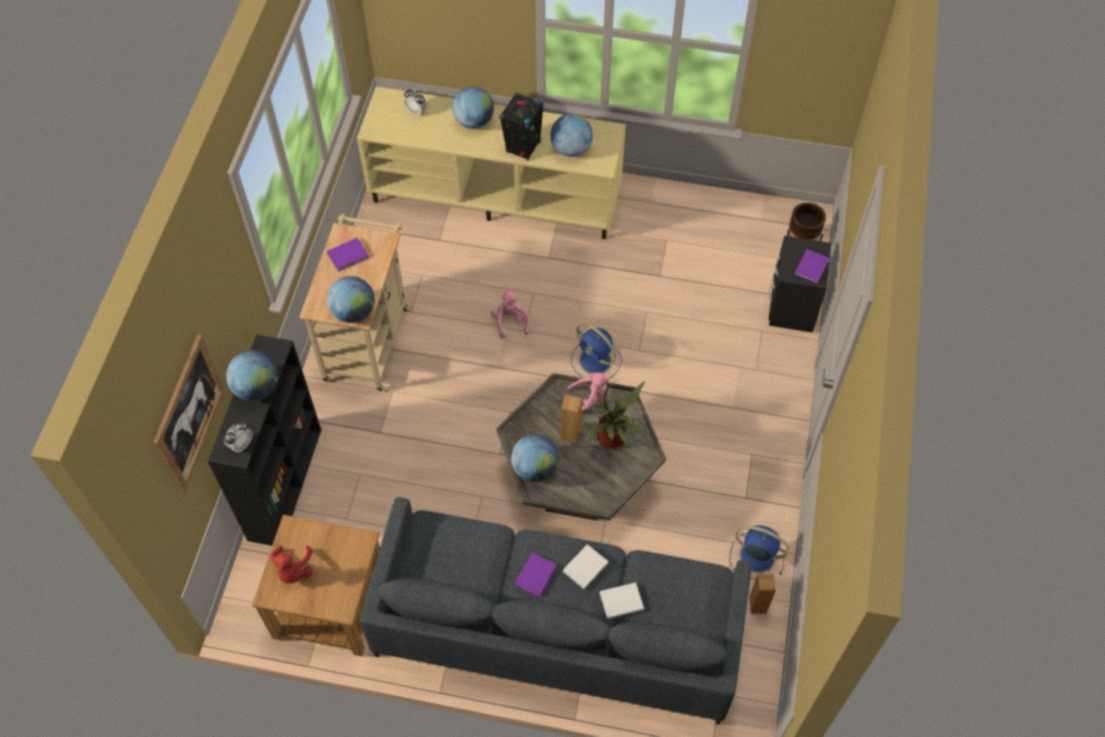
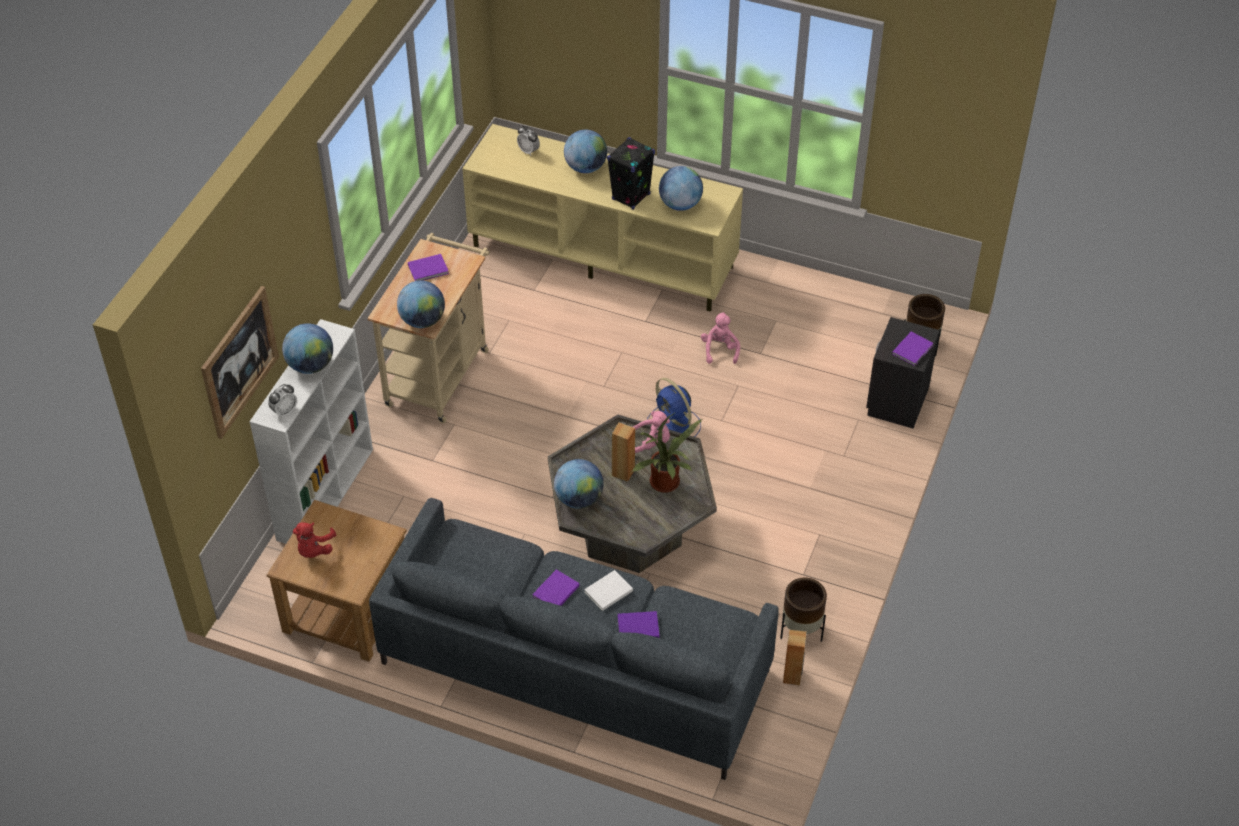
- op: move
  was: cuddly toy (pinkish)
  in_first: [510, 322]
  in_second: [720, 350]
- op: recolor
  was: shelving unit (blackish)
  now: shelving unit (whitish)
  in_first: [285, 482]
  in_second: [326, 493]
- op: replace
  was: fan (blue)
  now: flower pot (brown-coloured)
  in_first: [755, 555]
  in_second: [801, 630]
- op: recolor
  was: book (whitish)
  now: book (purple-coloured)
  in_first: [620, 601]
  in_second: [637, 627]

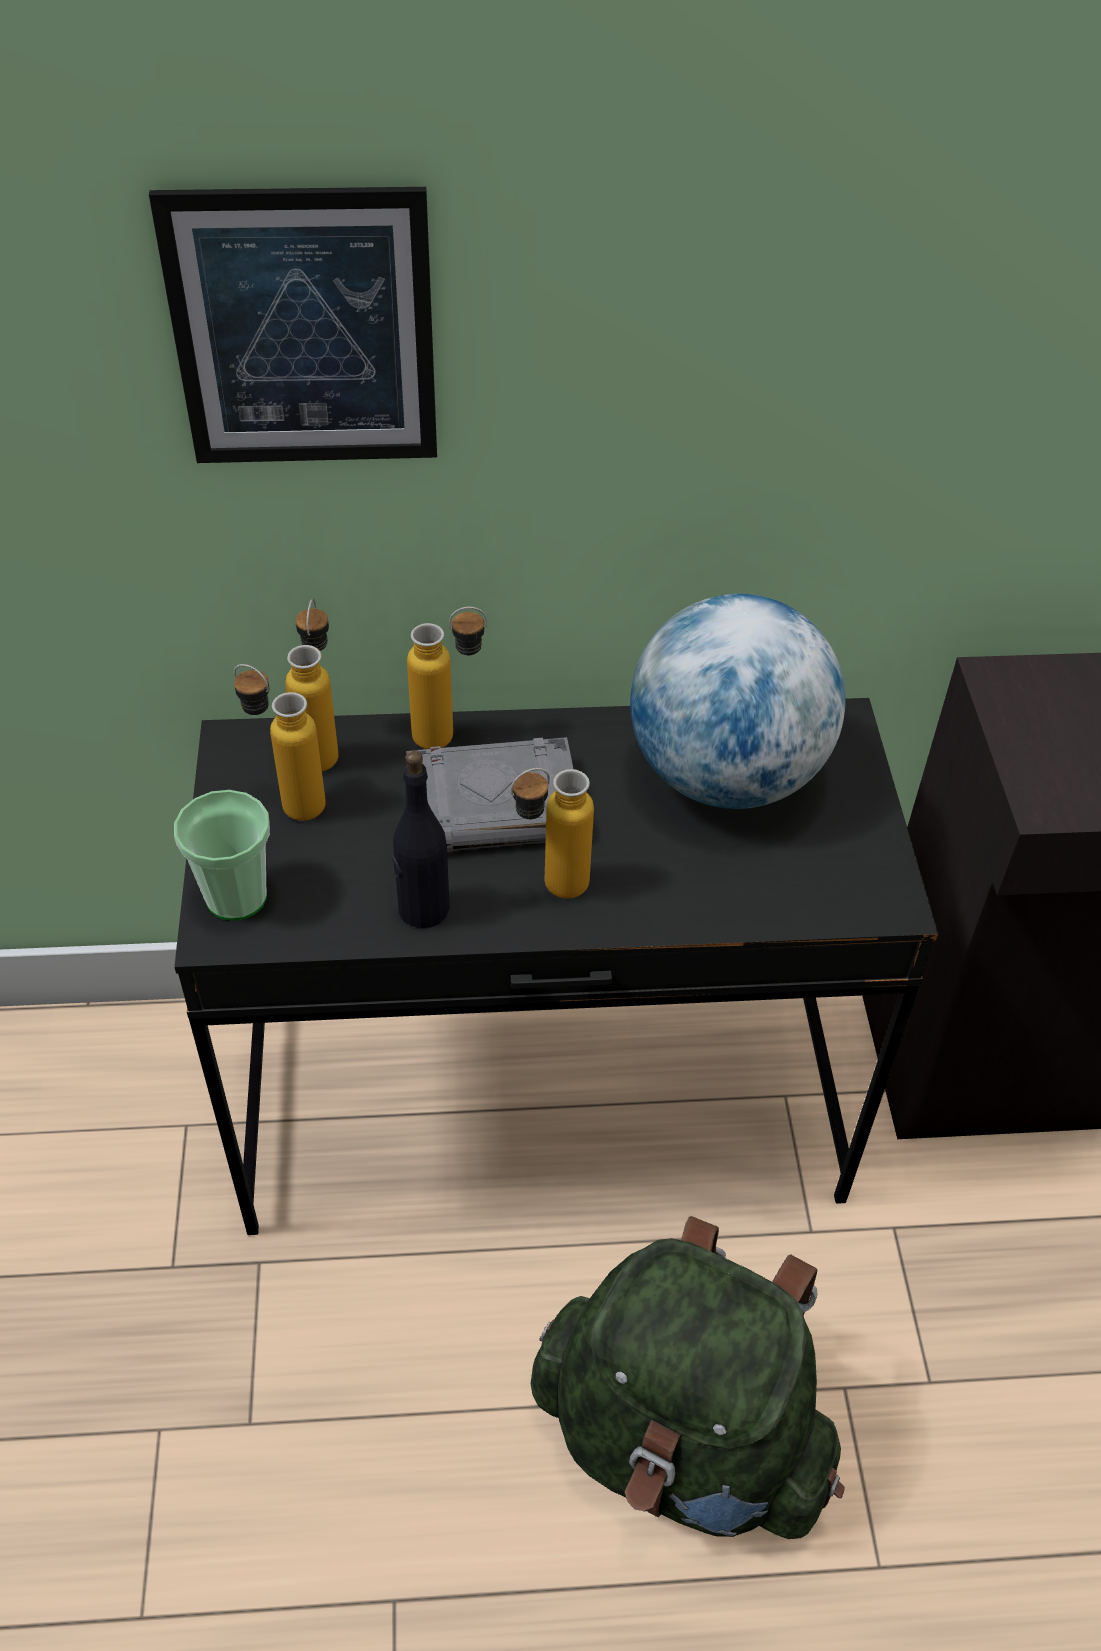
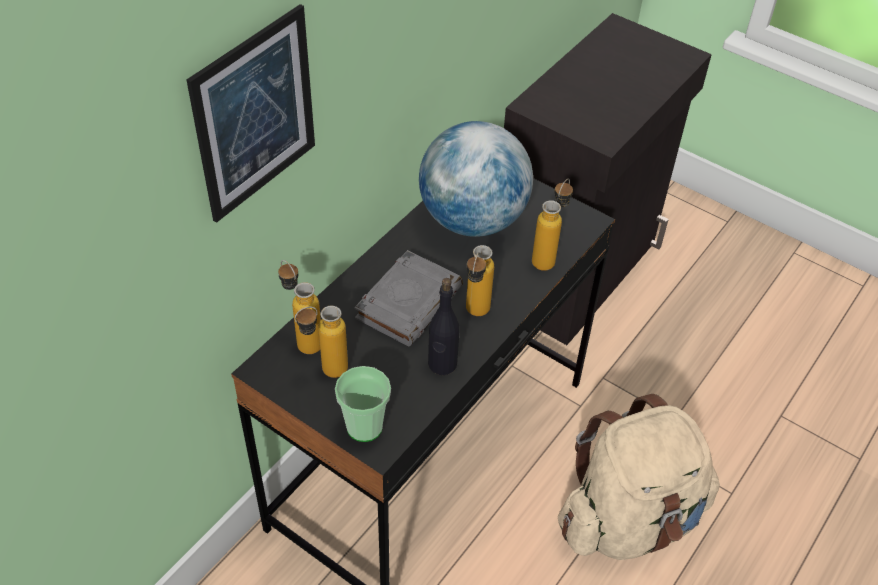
- op: move
  was: bottle
  in_first: [450, 736]
  in_second: [548, 257]
- op: recolor
  was: knapsack (green-coloured)
  now: knapsack (beige-coloured)
  in_first: [681, 1439]
  in_second: [629, 520]

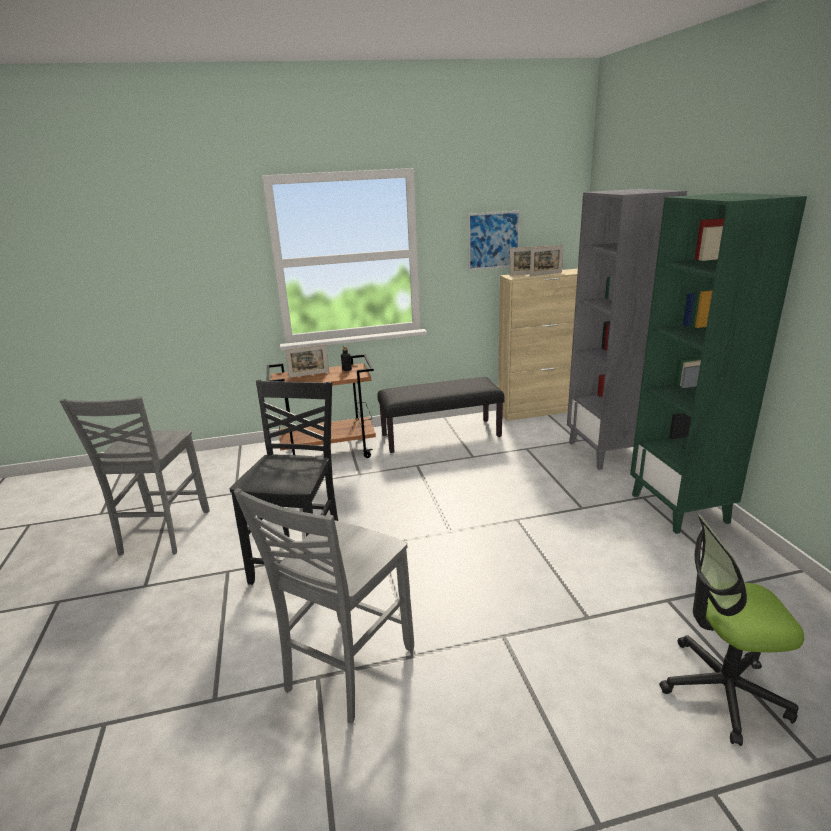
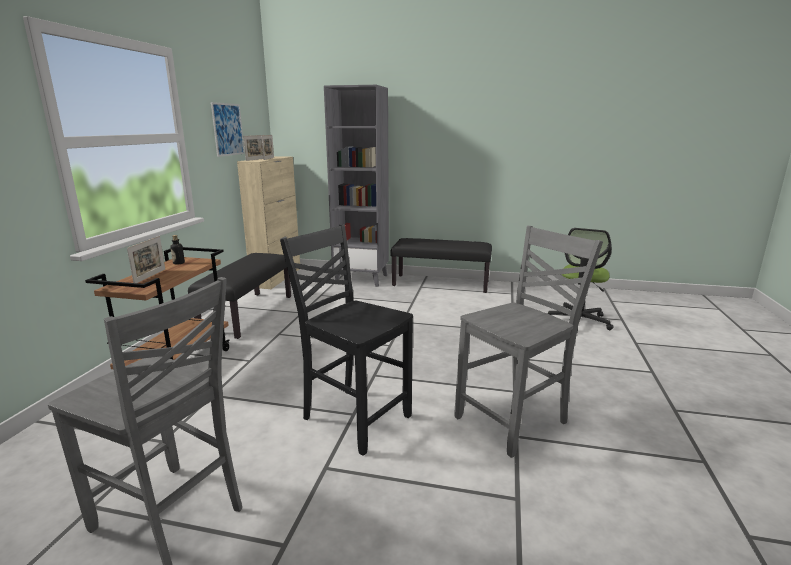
- op: replace
  was: shelving unit (green-coloured)
  now: bench (blackish)
  in_first: [680, 508]
  in_second: [441, 283]
- op: rotate
  was: upright chair (greyish)
  in_first: [346, 669]
  in_second: [514, 421]
  clockwise: -90

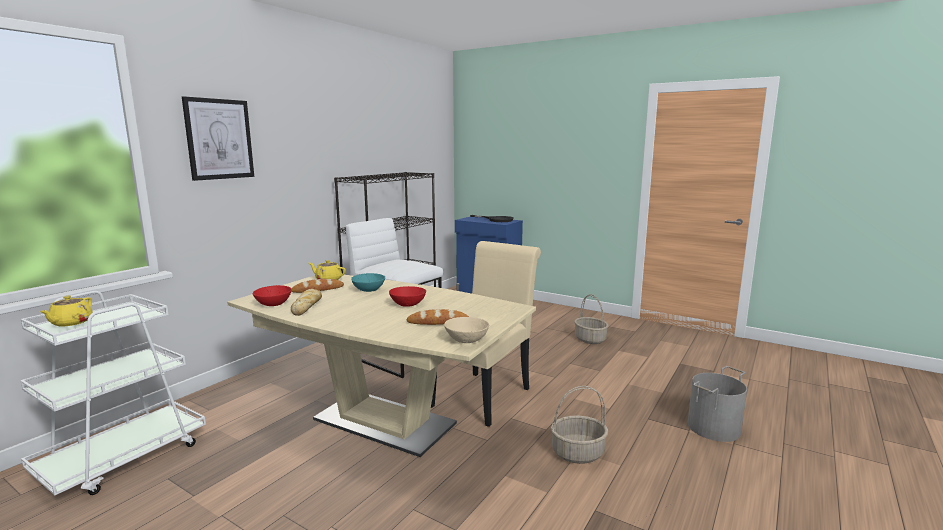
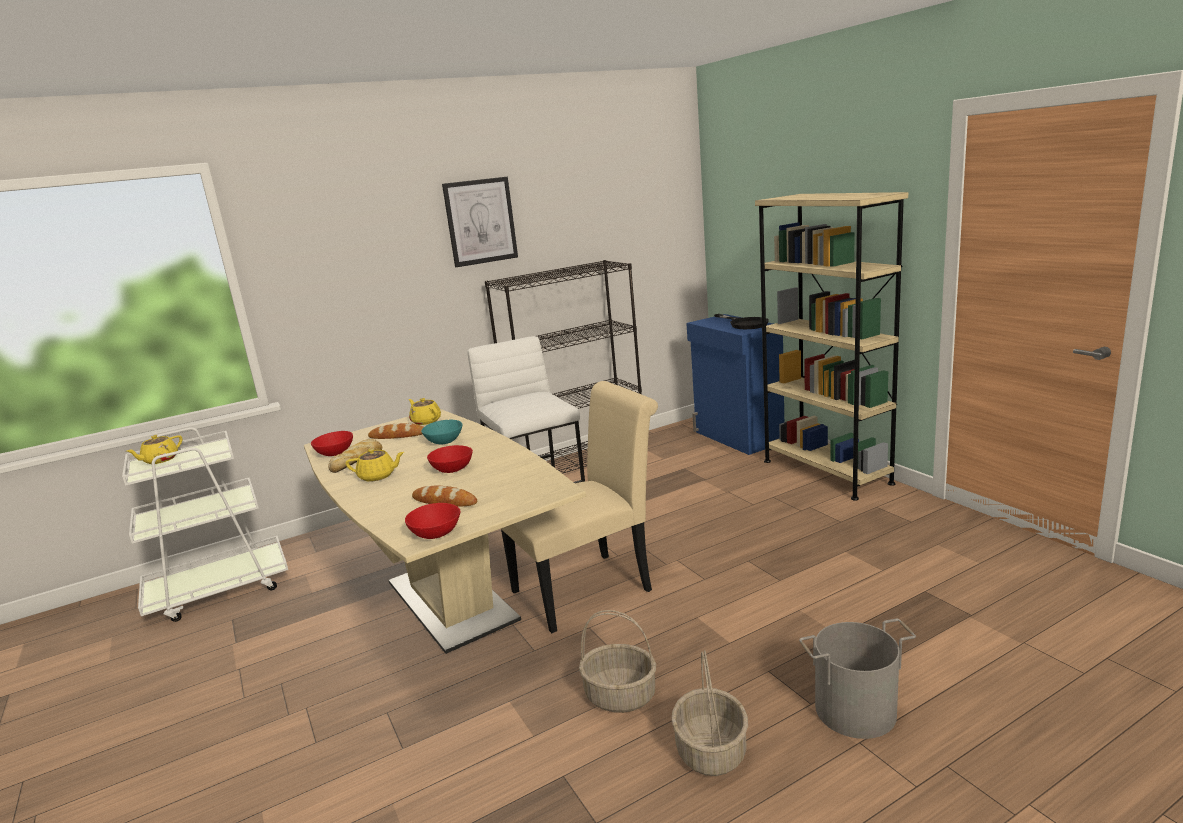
- op: move
  was: wall picture
  in_first: [219, 139]
  in_second: [480, 221]
- op: move
  was: basket
  in_first: [590, 339]
  in_second: [712, 752]
- op: recolor
  was: serving bowl (beige-coloured)
  now: serving bowl (red-coloured)
  in_first: [466, 340]
  in_second: [435, 533]
- op: insert
  now: shelving unit (beige-coloured)
  in_second: [826, 472]
- op: insert
  now: pot for tea (yellow-coloured)
  in_second: [378, 476]

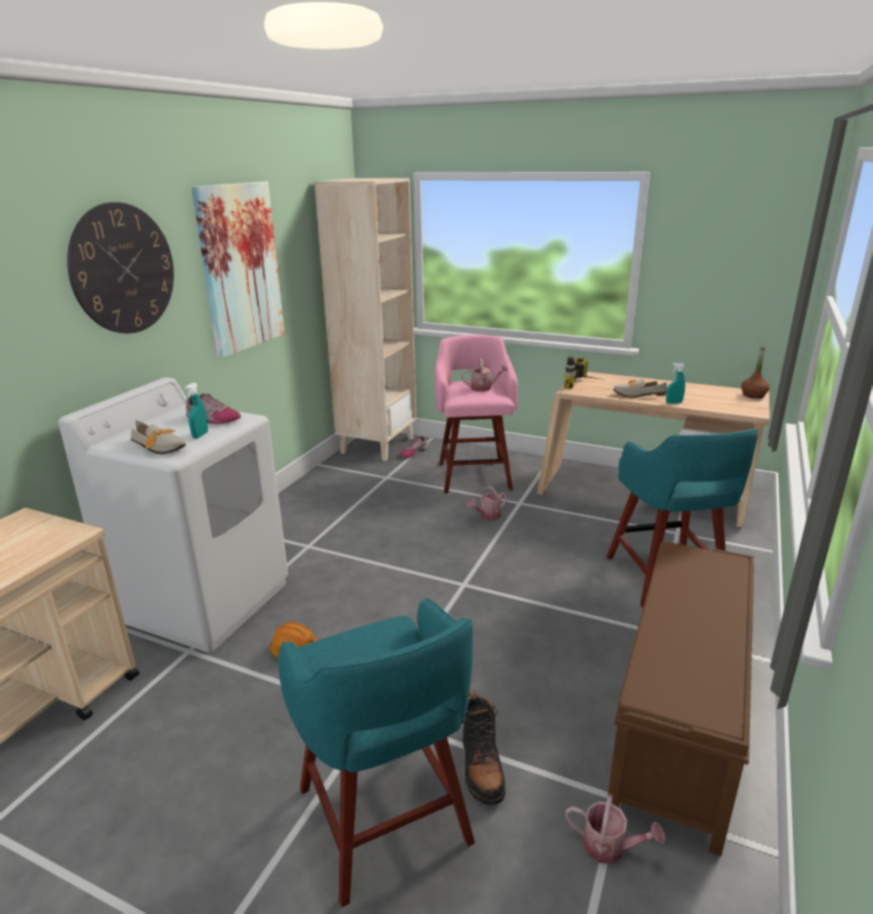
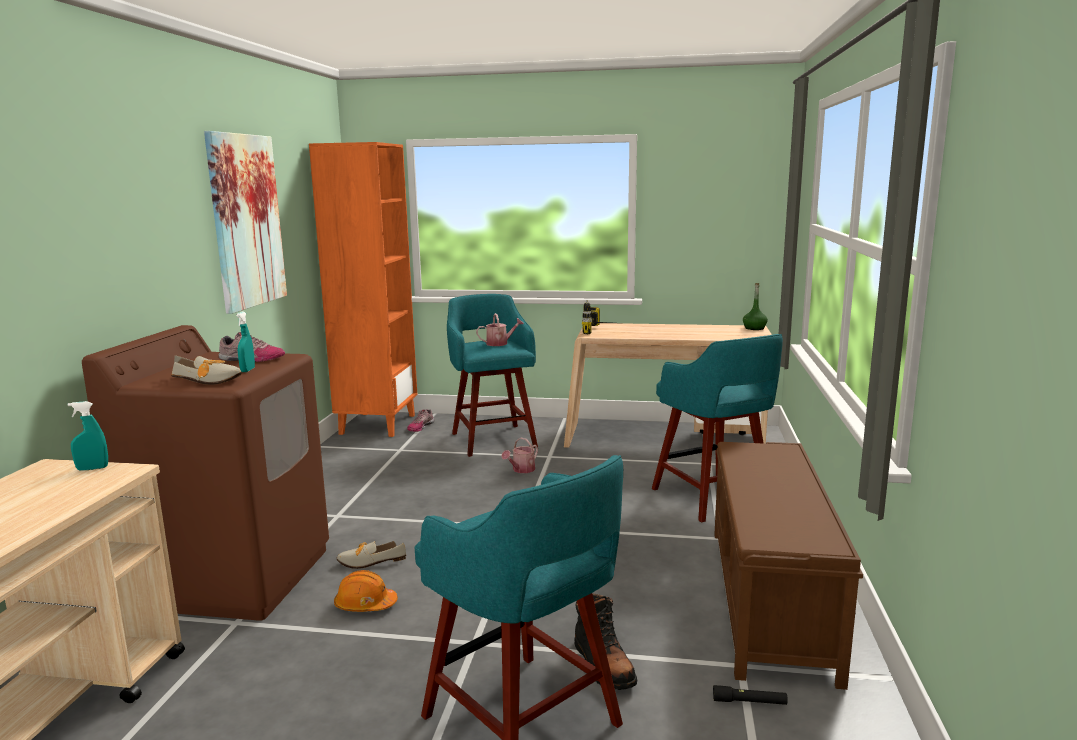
- op: recolor
  was: shelving unit (beige-coloured)
  now: shelving unit (orange)
  in_first: [377, 445]
  in_second: [377, 424]
- op: delete
  was: hanging clock
  in_first: [123, 269]
- op: recolor
  was: stool seat (pinkish)
  now: stool seat (turquoise-coloured)
  in_first: [474, 475]
  in_second: [493, 439]
- op: recolor
  was: bottle (brown-coloured)
  now: bottle (green-coloured)
  in_first: [753, 395]
  in_second: [754, 328]
- op: move
  was: sprayer (turquoise-coloured)
  in_first: [673, 403]
  in_second: [92, 468]
- op: recolor
  was: washing machine (whitish)
  now: washing machine (brown-coloured)
  in_first: [204, 600]
  in_second: [234, 576]
- op: move
  was: item of footwear
  in_first: [635, 394]
  in_second: [367, 561]
- op: replace
  was: watering can
  now: hand torch (blackish)
  in_first: [610, 847]
  in_second: [749, 702]

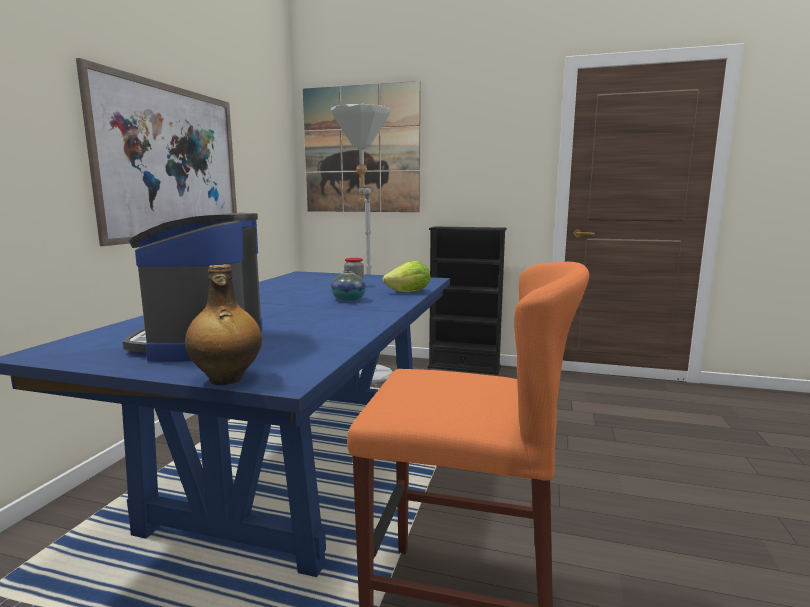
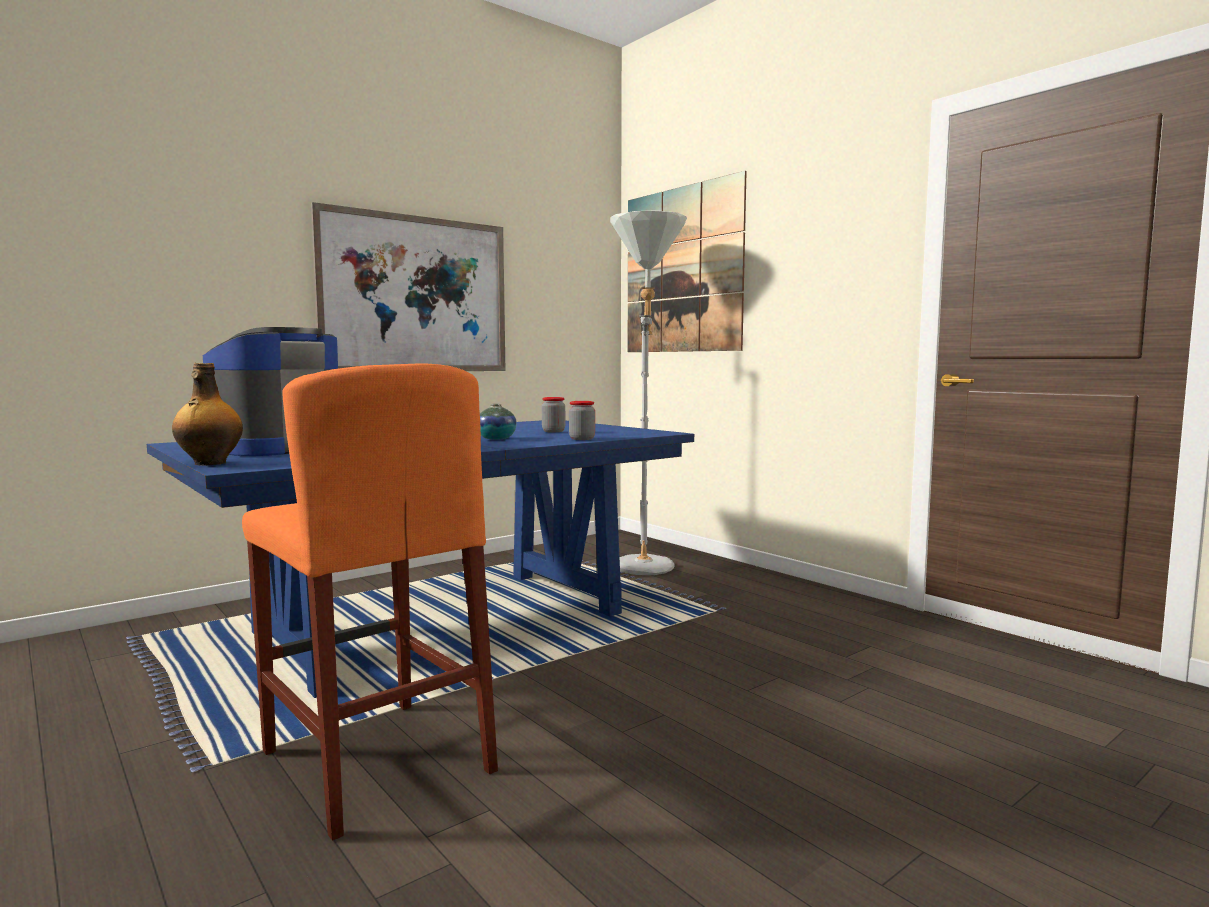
- op: delete
  was: shelving unit (blackish)
  in_first: [464, 367]
- op: replace
  was: lettuce head
  now: preserve jar
  in_first: [409, 292]
  in_second: [582, 439]

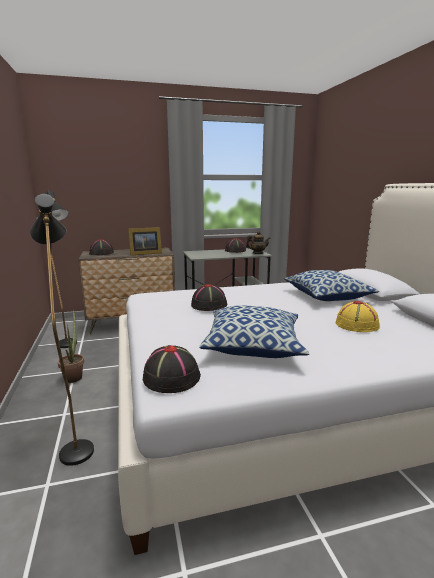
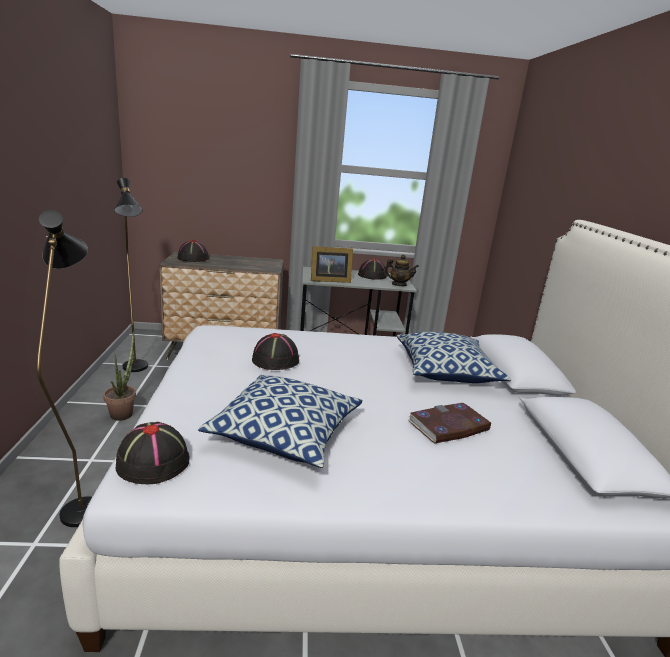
- op: move
  was: standing frame
  in_first: [144, 253]
  in_second: [328, 280]
- op: replace
  was: hat (yellow-coloured)
  now: book
  in_first: [357, 324]
  in_second: [448, 426]

